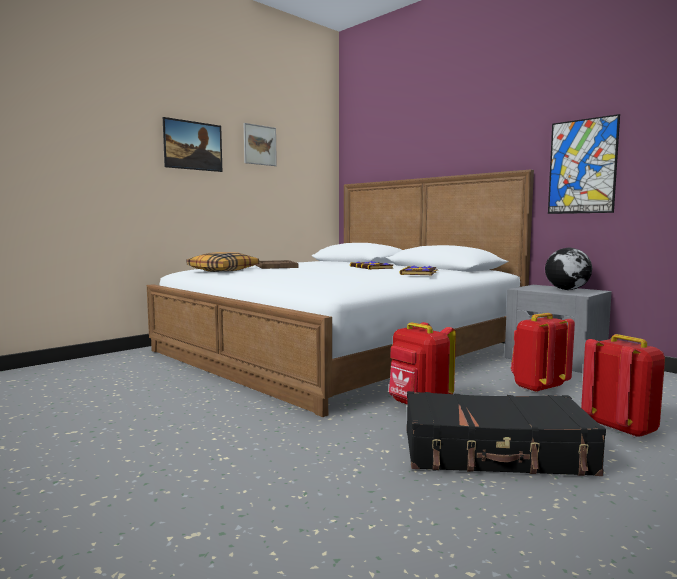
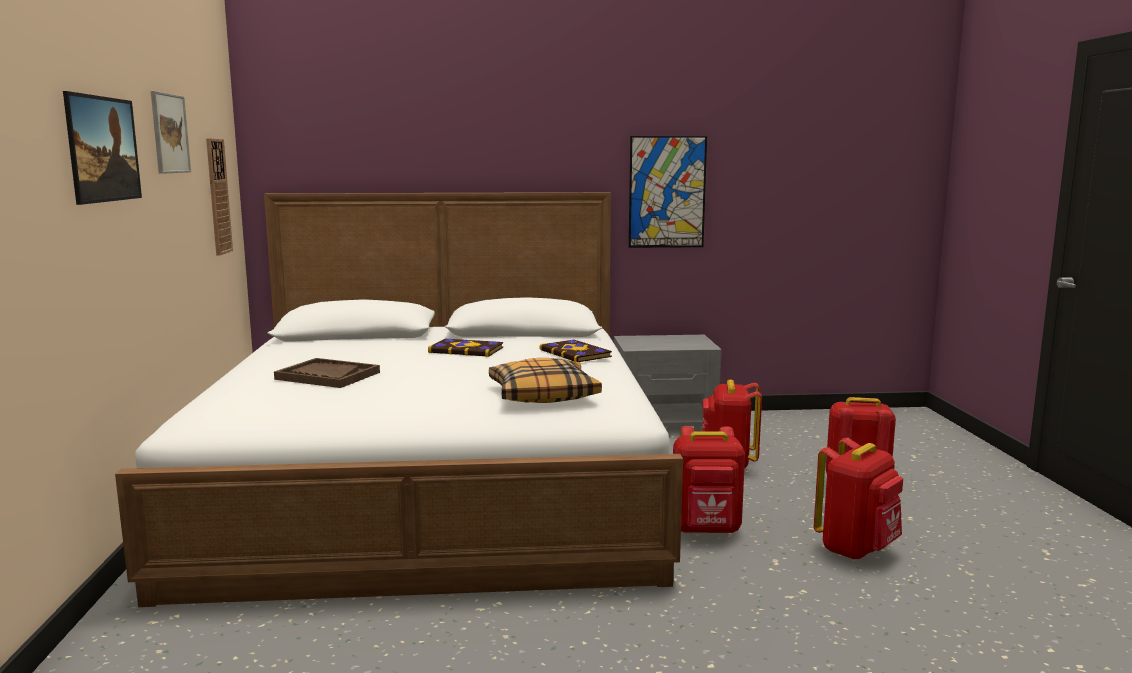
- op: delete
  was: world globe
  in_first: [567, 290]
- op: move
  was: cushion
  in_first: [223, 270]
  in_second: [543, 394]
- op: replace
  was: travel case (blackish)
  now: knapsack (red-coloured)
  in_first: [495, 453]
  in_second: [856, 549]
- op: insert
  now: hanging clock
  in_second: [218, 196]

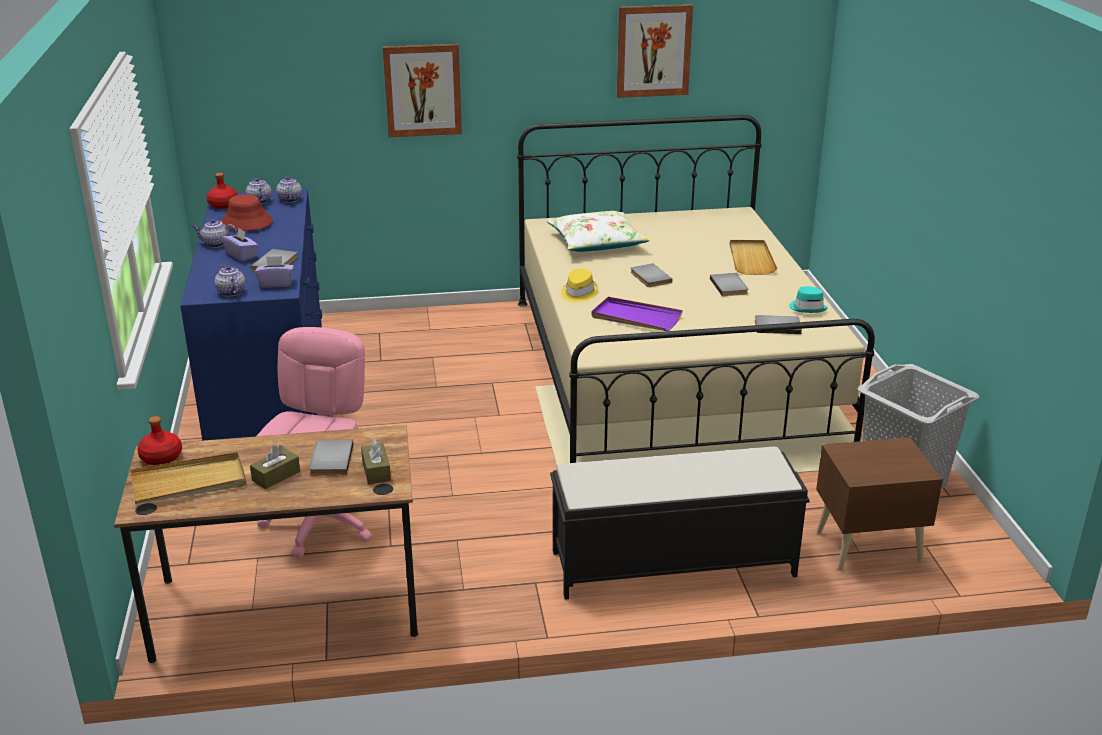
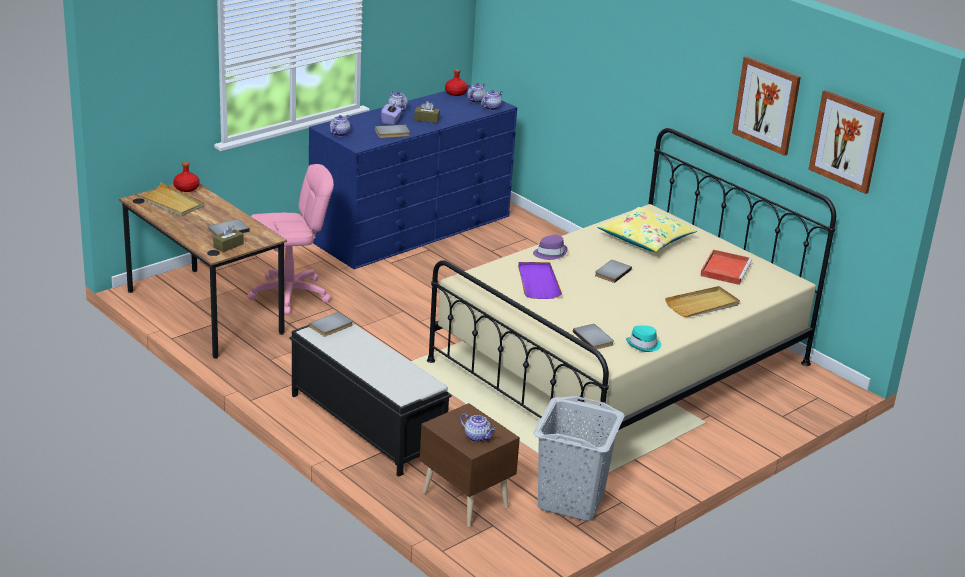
- op: move
  was: wall picture
  in_first: [422, 90]
  in_second: [847, 141]
- op: delete
  was: hat (red-coloured)
  in_first: [246, 222]
- op: recolor
  was: cushion (whitish)
  now: cushion (yellow-coloured)
  in_first: [596, 242]
  in_second: [645, 239]
- op: delete
  was: tissue holder (purple-coloured)
  in_first: [276, 283]
- op: recolor
  was: hat (yellow-coloured)
  now: hat (purple-coloured)
  in_first: [578, 293]
  in_second: [550, 253]
- op: move
  was: book (greyish)
  in_first: [730, 286]
  in_second: [332, 326]
- op: move
  was: tissue holder (brown-coloured)
  in_first: [276, 476]
  in_second: [426, 119]
- op: insert
  now: serving tray (red-coloured)
  in_second: [725, 269]
- op: insert
  now: pot for tea
  in_second: [477, 437]

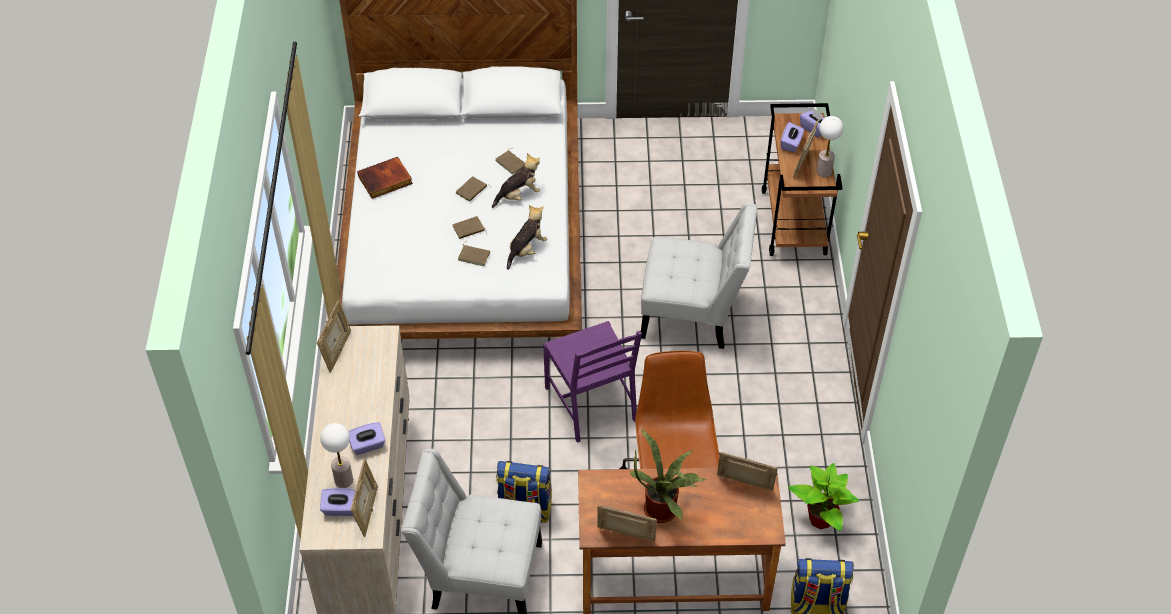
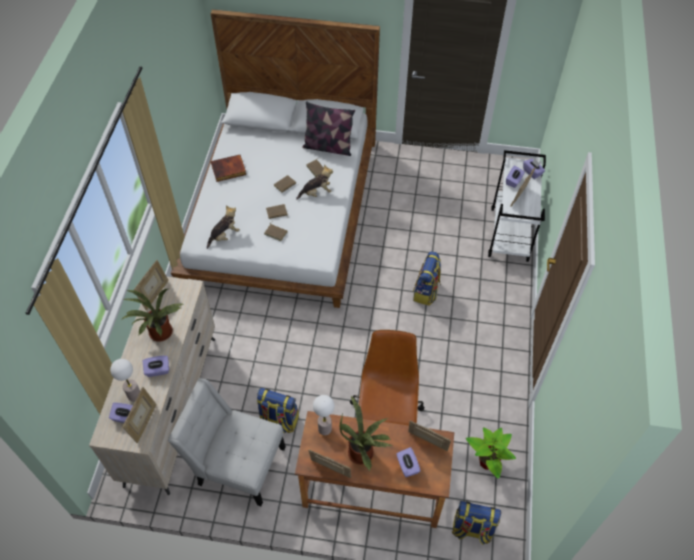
- op: recolor
  was: trolley (brown-coloured)
  now: trolley (whitish)
  in_first: [794, 223]
  in_second: [510, 235]
- op: move
  was: table lamp
  in_first: [823, 171]
  in_second: [324, 429]
- op: replace
  was: upright chair (whitish)
  now: knapsack
  in_first: [693, 314]
  in_second: [426, 292]
- op: move
  was: cuddly toy
  in_first: [526, 250]
  in_second: [224, 236]
- op: delete
  was: upright chair (purple-coloured)
  in_first: [592, 404]
- op: insert
  now: cushion
  in_second: [328, 147]
- op: insert
  now: plant in a pot
  in_second: [160, 334]
- op: insert
  now: tissue holder (purple-coloured)
  in_second: [407, 466]

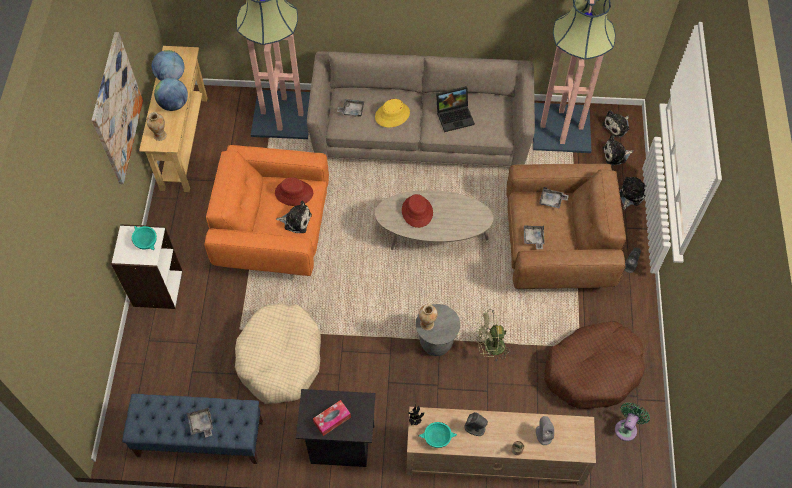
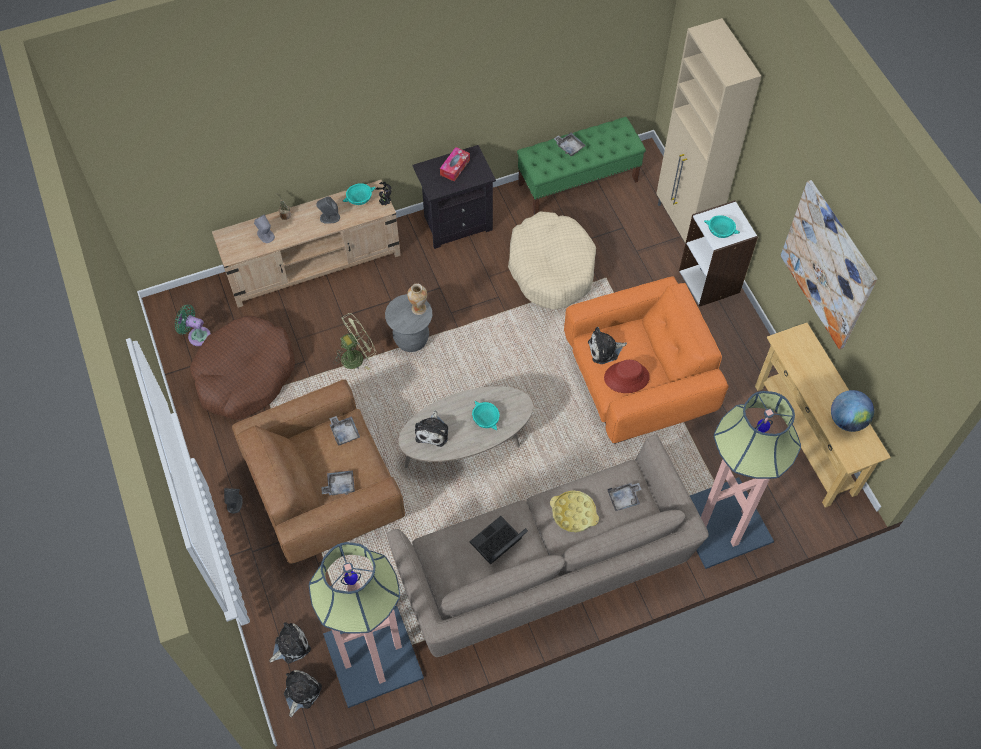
- op: delete
  was: world globe
  in_first: [174, 104]
- op: replace
  was: hat (yellow-coloured)
  now: serving tray (yellow-coloured)
  in_first: [392, 115]
  in_second: [574, 513]
- op: delete
  was: decorative vase
  in_first: [160, 135]
- op: move
  was: cuddly toy
  in_first: [631, 195]
  in_second: [433, 431]
- op: replace
  was: hat (red-coloured)
  now: serving bowl (turquoise-coloured)
  in_first: [417, 211]
  in_second: [486, 419]
- op: recolor
  was: bench (blue)
  now: bench (green-coloured)
  in_first: [200, 439]
  in_second: [578, 182]
- op: rotate
  was: fan (green-coloured)
  in_first: [627, 428]
  in_second: [197, 335]
  clockwise: 105
- op: insert
  now: storage cabinet (beige-coloured)
  in_second: [684, 226]

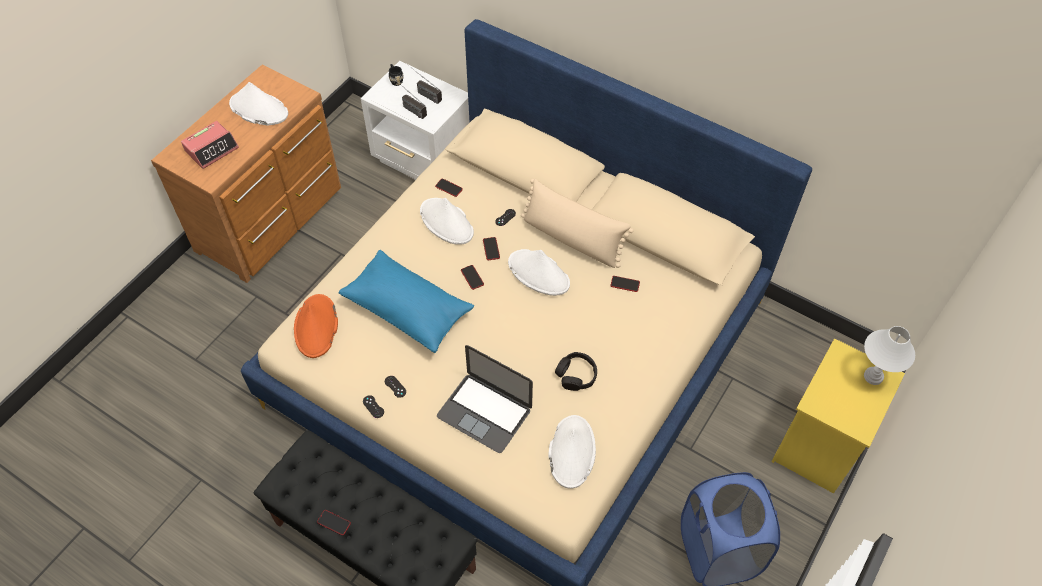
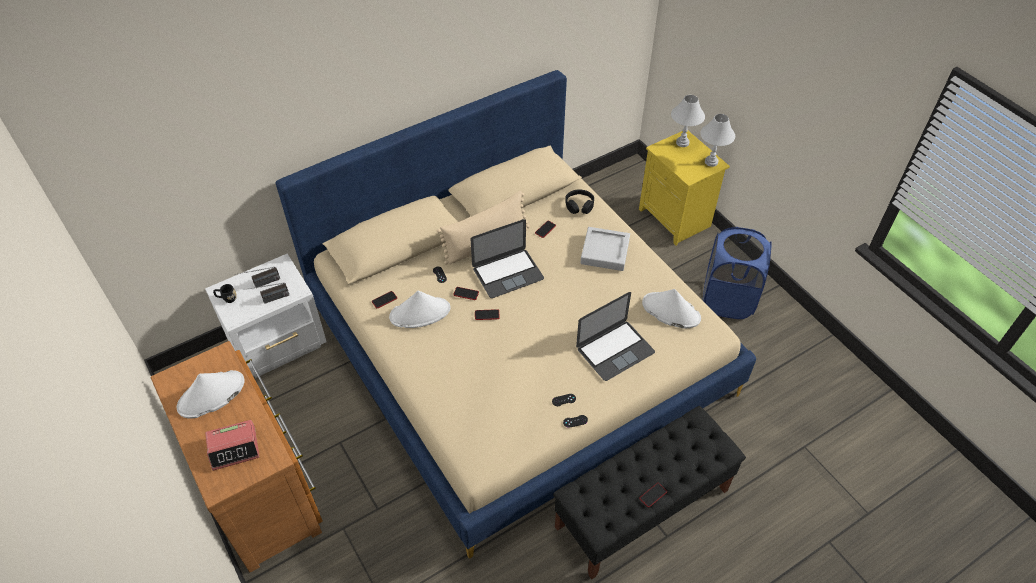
- op: rotate
  was: table clock
  in_first: [212, 149]
  in_second: [234, 448]
  clockwise: 90
- op: replace
  was: hat (whitish)
  now: notebook computer
  in_first: [539, 273]
  in_second: [507, 273]
- op: delete
  was: cushion (blue)
  in_first: [408, 309]
- op: delete
  was: hat (orange)
  in_first: [316, 327]
- op: move
  was: headphones (blackish)
  in_first: [576, 375]
  in_second: [579, 205]
- op: insert
  now: table lamp (whitish)
  in_second: [711, 162]
- op: insert
  now: serving tray (greyish)
  in_second: [605, 252]

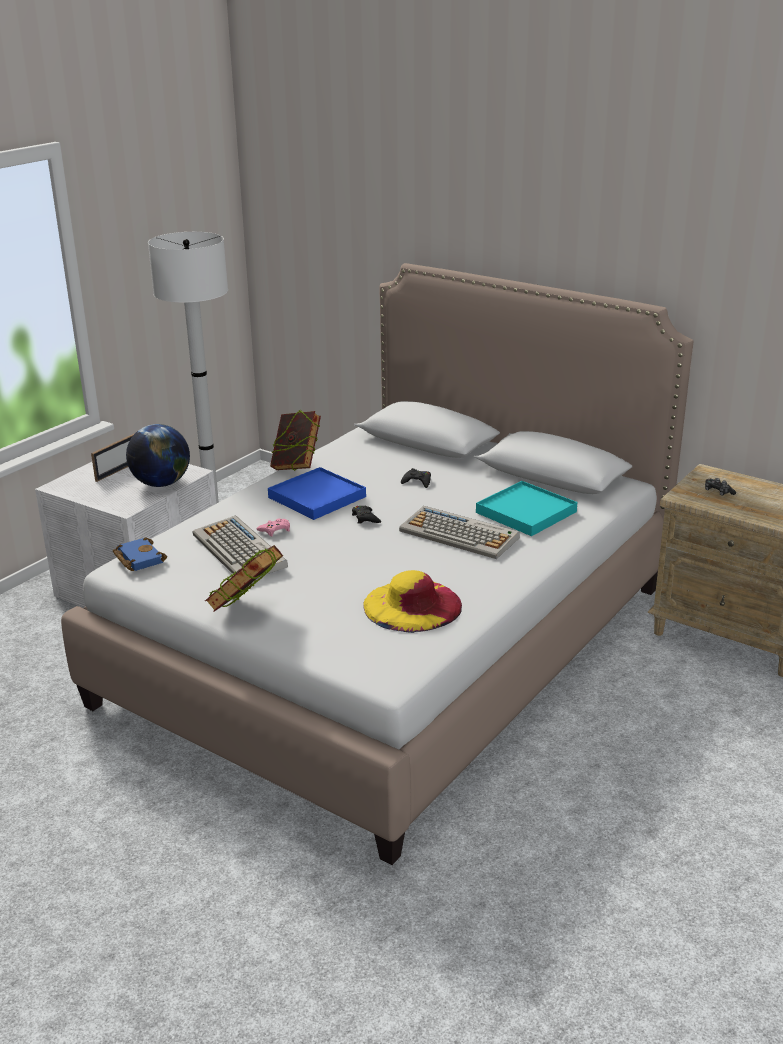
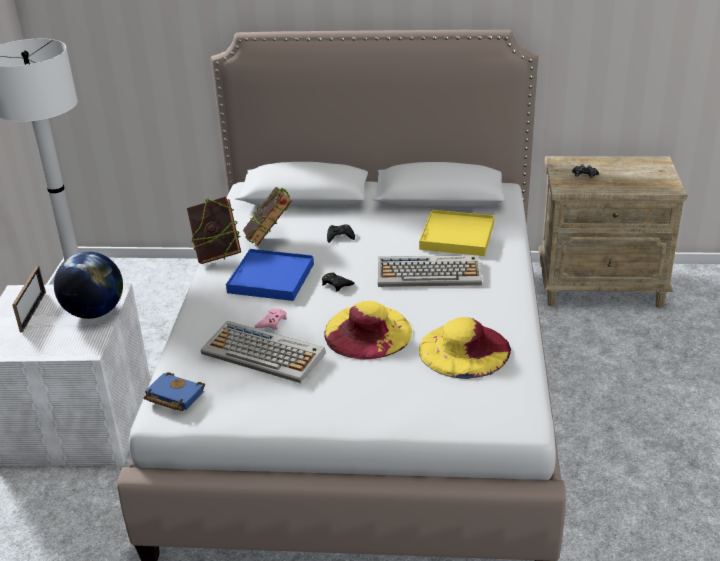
- op: recolor
  was: serving tray (turquoise-coloured)
  now: serving tray (yellow-coloured)
  in_first: [526, 512]
  in_second: [457, 236]
- op: move
  was: book
  in_first: [247, 609]
  in_second: [269, 240]
- op: insert
  now: hat (yellow-coloured)
  in_second: [367, 332]

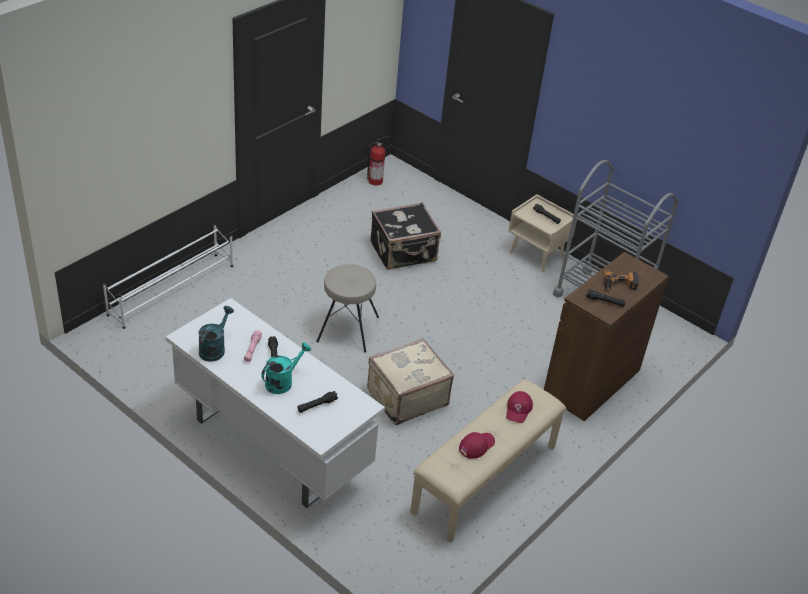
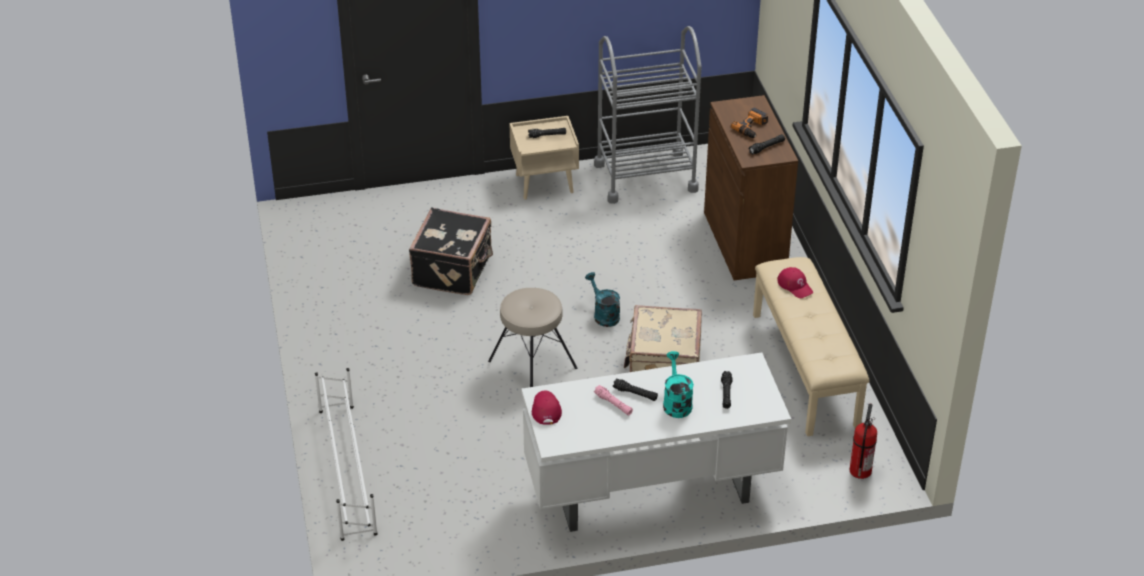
- op: move
  was: fire-fighting cylinder
  in_first: [376, 181]
  in_second: [860, 470]
- op: move
  was: watering can (turquoise-coloured)
  in_first: [214, 348]
  in_second: [603, 315]
- op: move
  was: baseball cap (red-coloured)
  in_first: [476, 446]
  in_second: [545, 409]

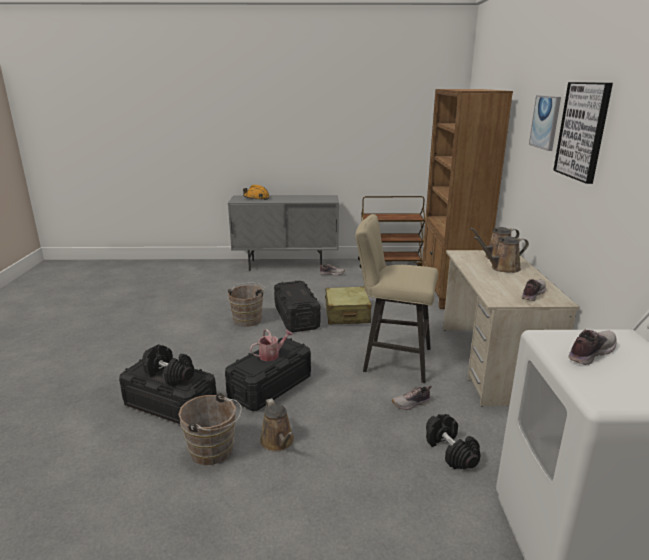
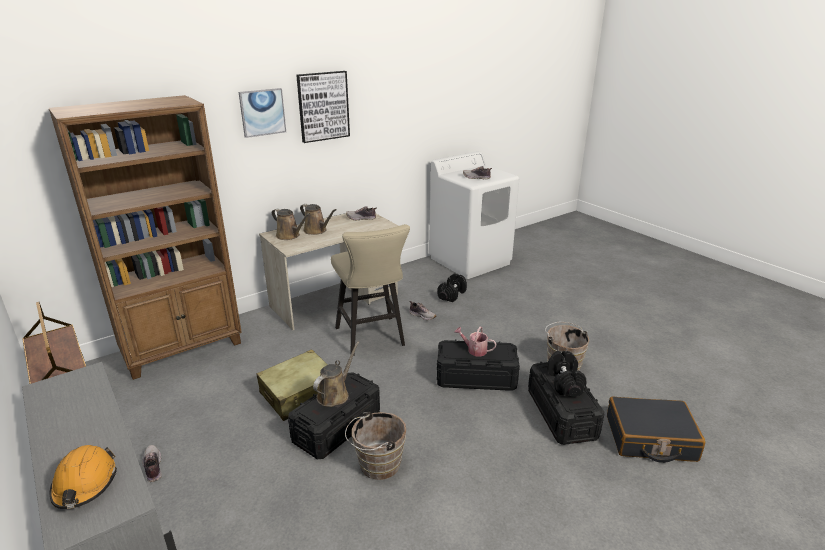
- op: move
  was: watering can (brown-coloured)
  in_first: [278, 442]
  in_second: [335, 394]
- op: insert
  now: travel case (blackish)
  in_second: [650, 439]

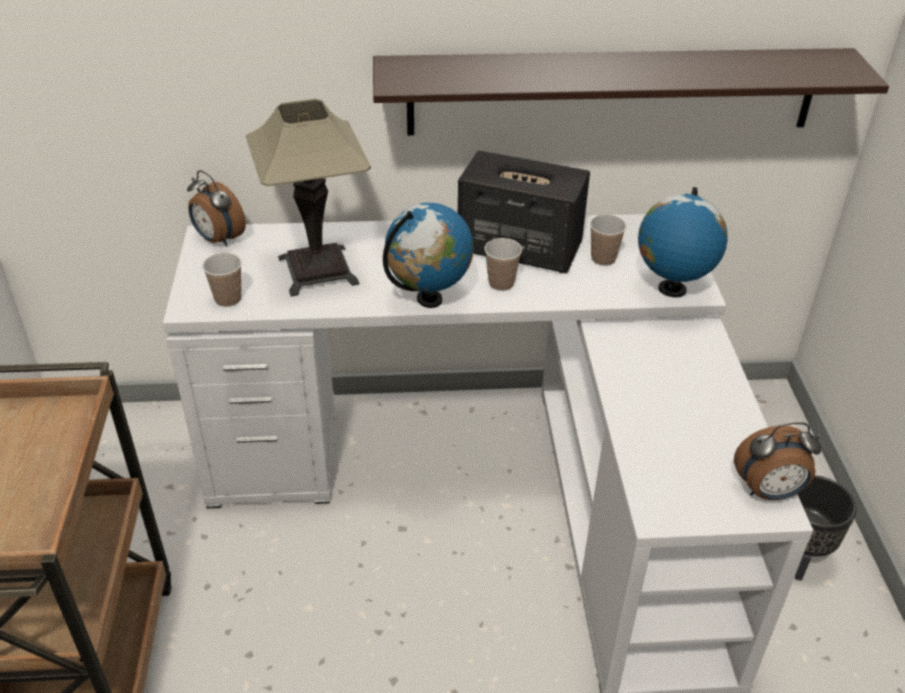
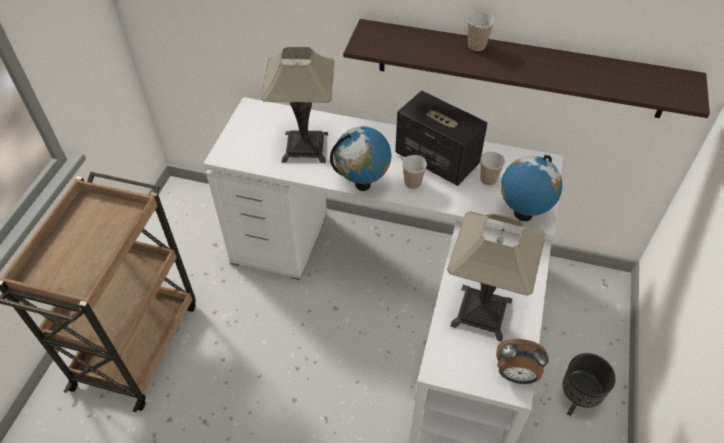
- op: delete
  was: table clock
  in_first: [218, 240]
- op: move
  was: cup
  in_first: [228, 299]
  in_second: [476, 45]
- op: insert
  now: table lamp
  in_second: [481, 312]

